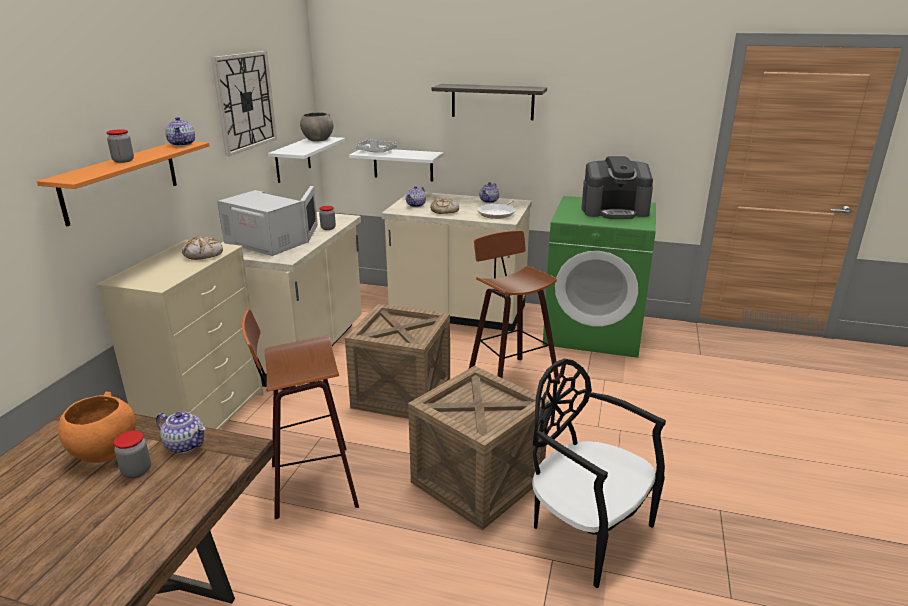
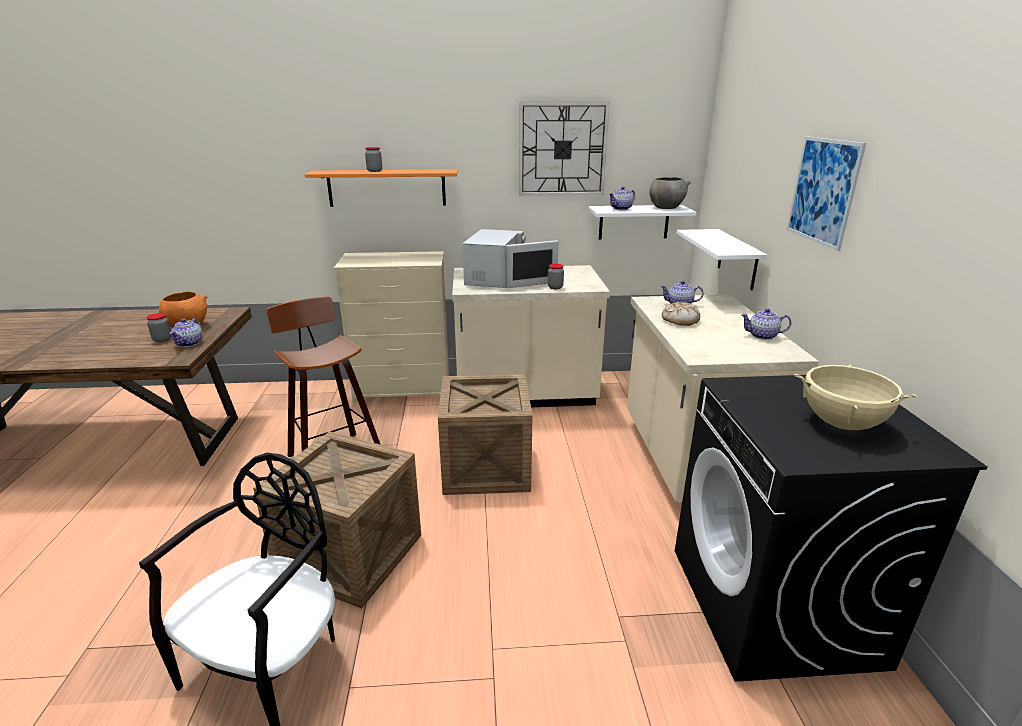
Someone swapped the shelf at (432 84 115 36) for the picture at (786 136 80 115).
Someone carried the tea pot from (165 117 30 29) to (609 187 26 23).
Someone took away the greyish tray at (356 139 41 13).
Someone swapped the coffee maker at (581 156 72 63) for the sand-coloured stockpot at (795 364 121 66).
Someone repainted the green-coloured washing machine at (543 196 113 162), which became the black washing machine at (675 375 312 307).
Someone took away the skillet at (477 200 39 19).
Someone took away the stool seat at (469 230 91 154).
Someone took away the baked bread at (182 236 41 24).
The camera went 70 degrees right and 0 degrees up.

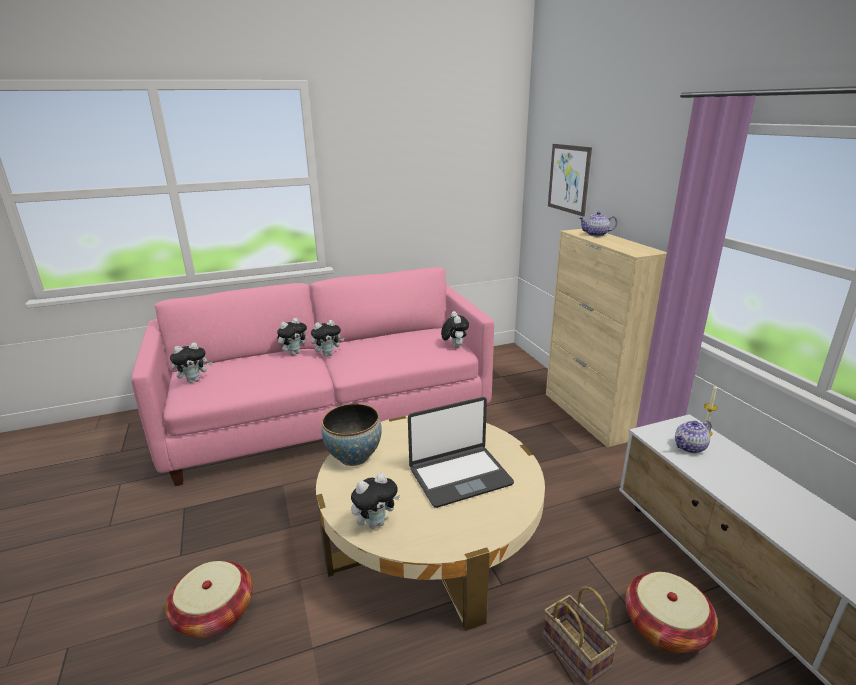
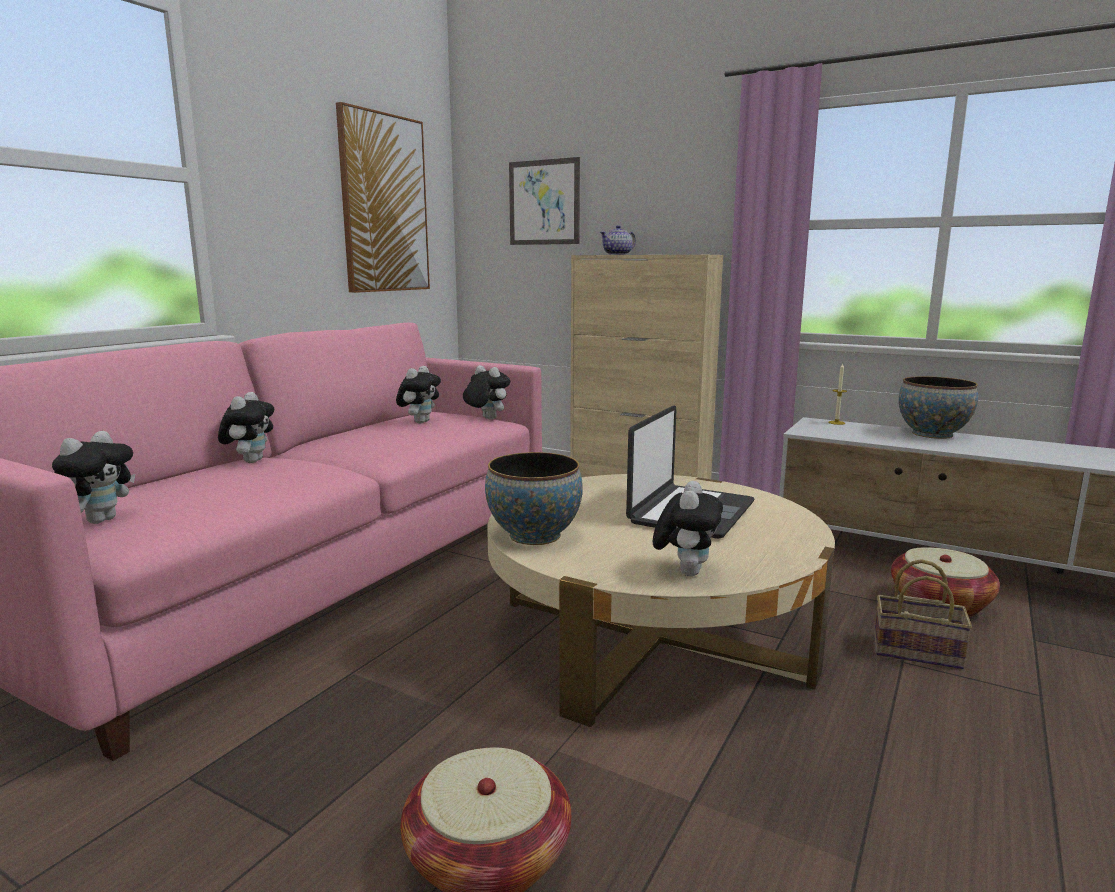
Someone carried the soft toy from (311 320 33 37) to (396 366 45 57).
Someone took away the tea pot at (675 420 36 33).
Someone put up the picture at (336 102 94 191).
Someone put down the deep dish at (899 376 79 63).
The camera went 40 degrees left and 10 degrees down.

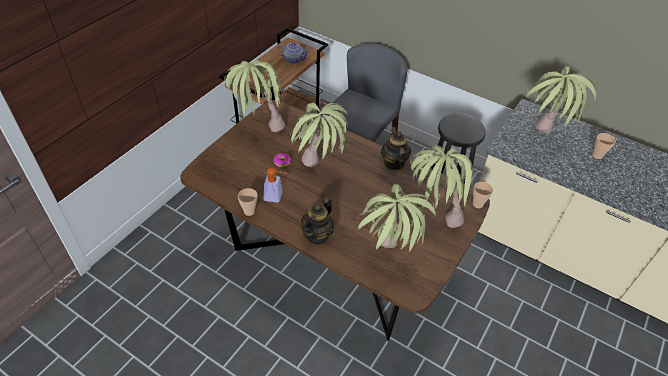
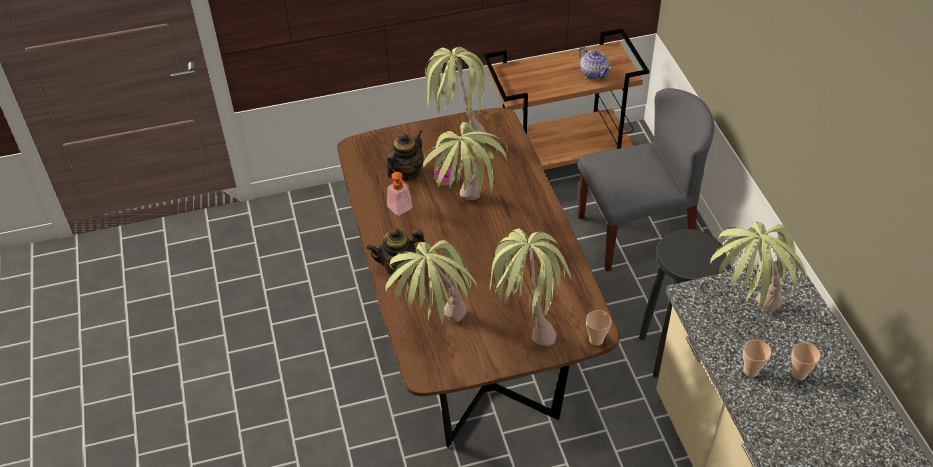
Someone carried the tea pot from (381 127 31 43) to (387 130 37 50).
Someone carried the cup from (238 188 19 28) to (743 340 28 37).
The camera went 45 degrees right and 0 degrees up.

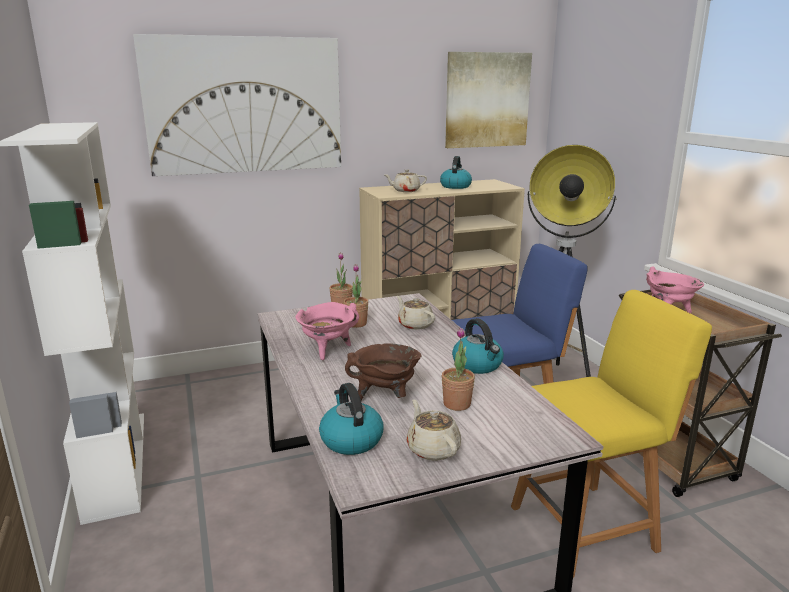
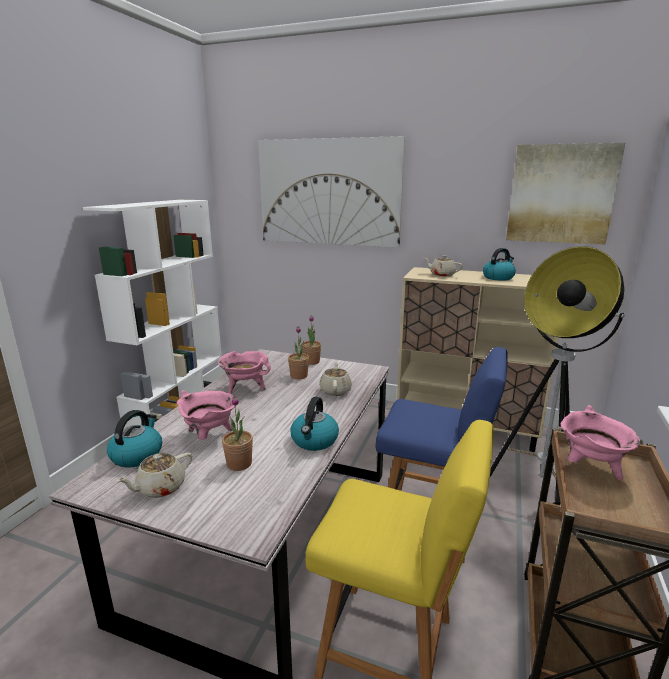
Someone repainted the brown stockpot at (345 343 77 58), which became the pink stockpot at (177 390 58 50).
Someone rotated the sand-coloured tea pot at (407 399 54 62) by 150 degrees counterclockwise.
The camera went 40 degrees right and 0 degrees up.

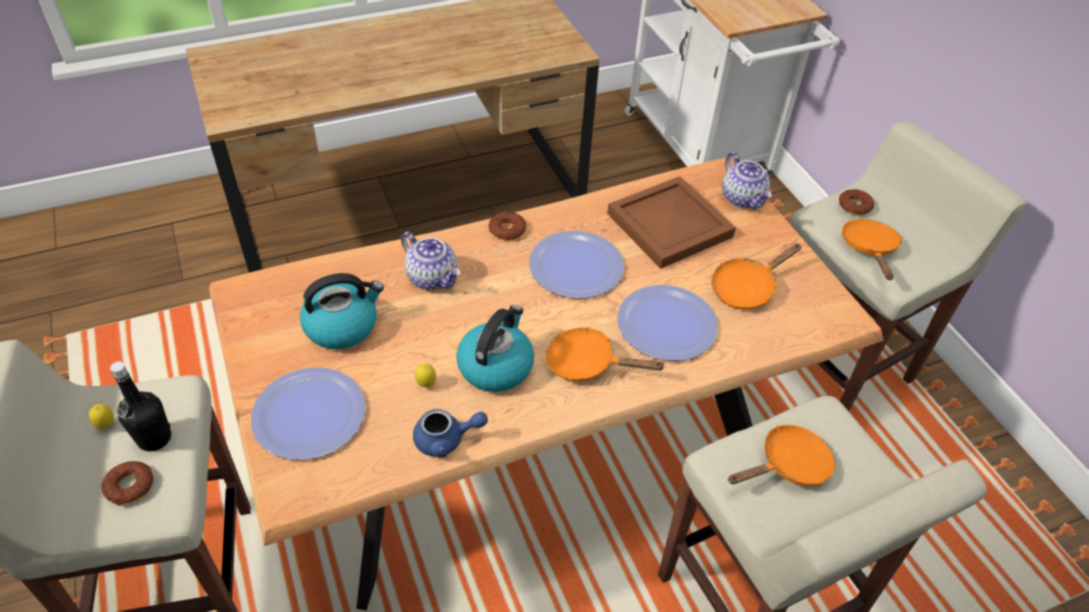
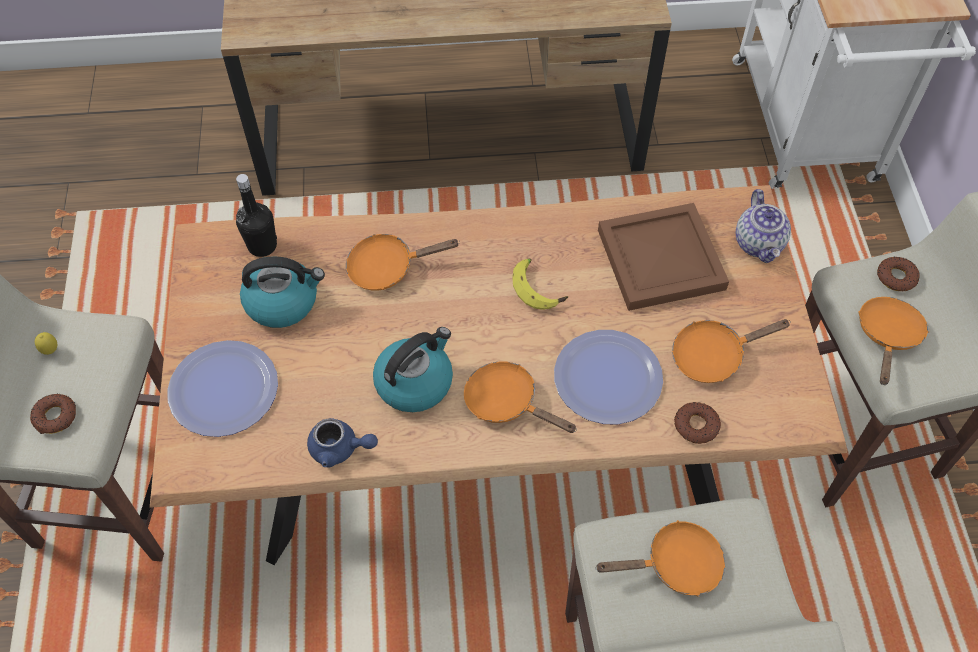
Someone carried the donut from (489 212 37 28) to (674 402 47 42).
Someone swapped the dinner plate at (529 231 95 67) for the banana fruit at (512 259 56 51).
Someone swapped the tea pot at (401 232 60 58) for the orangey skillet at (346 234 114 57).
Someone carried the black beverage bottle from (110 362 61 89) to (236 174 41 83).
Someone took away the whole lemon at (415 364 21 23).
The camera went 20 degrees right and 10 degrees up.

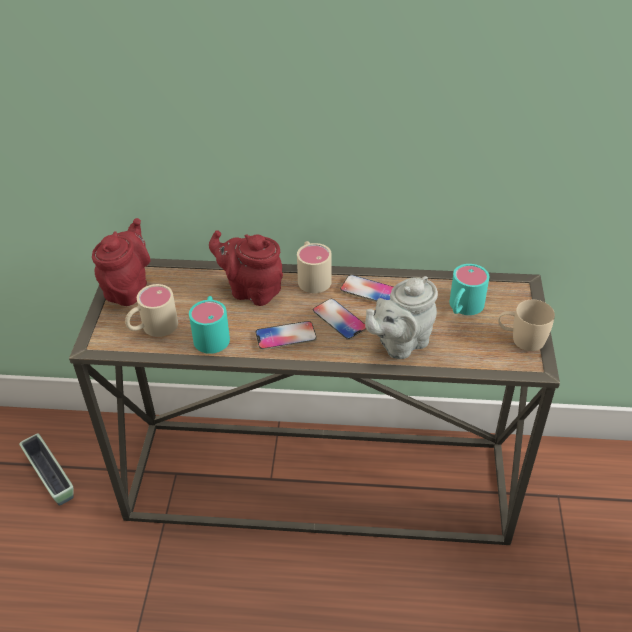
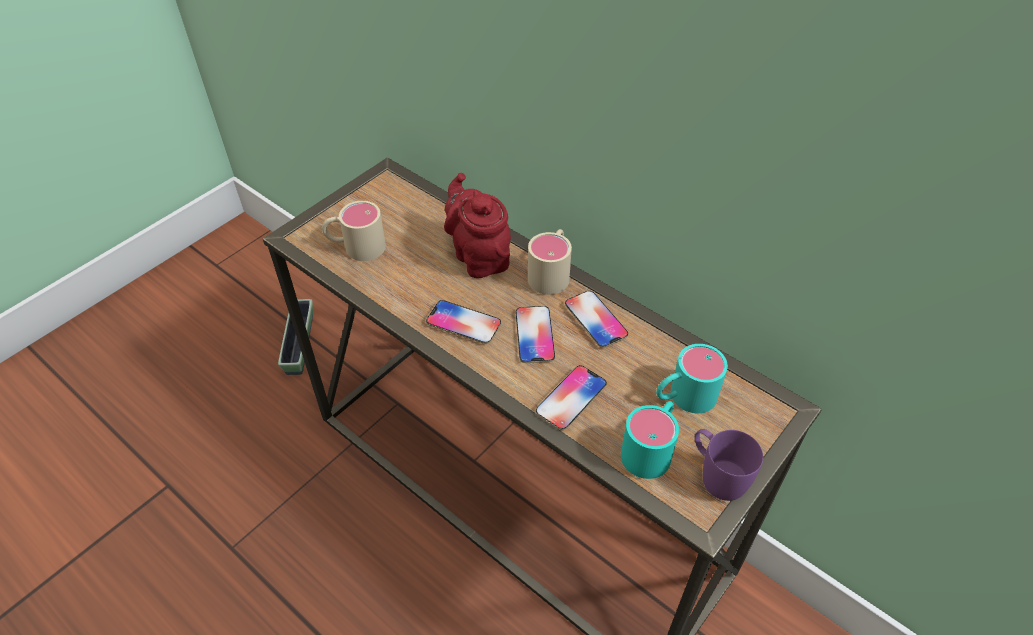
Someone took away the red tea pot at (92 218 59 88).
Someone swapped the greyish tea pot at (365 276 73 83) for the handset at (536 365 71 65).
Someone carried the turquoise coffee mug from (189 296 41 58) to (621 401 58 78).
Someone repainted the sand-coloured coffee mug at (498 300 57 51), which became the purple-coloured coffee mug at (695 429 68 72).
The camera went 35 degrees right and 5 degrees up.

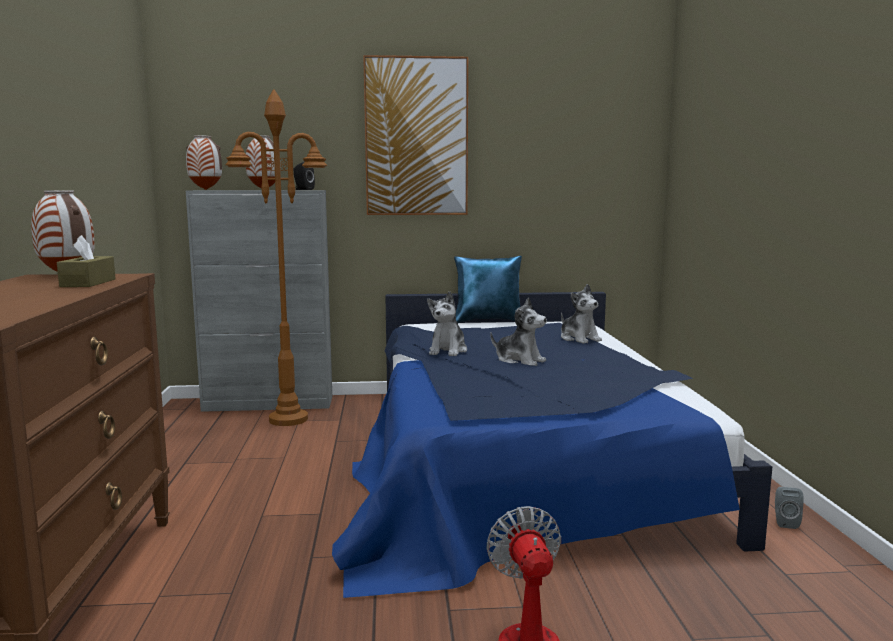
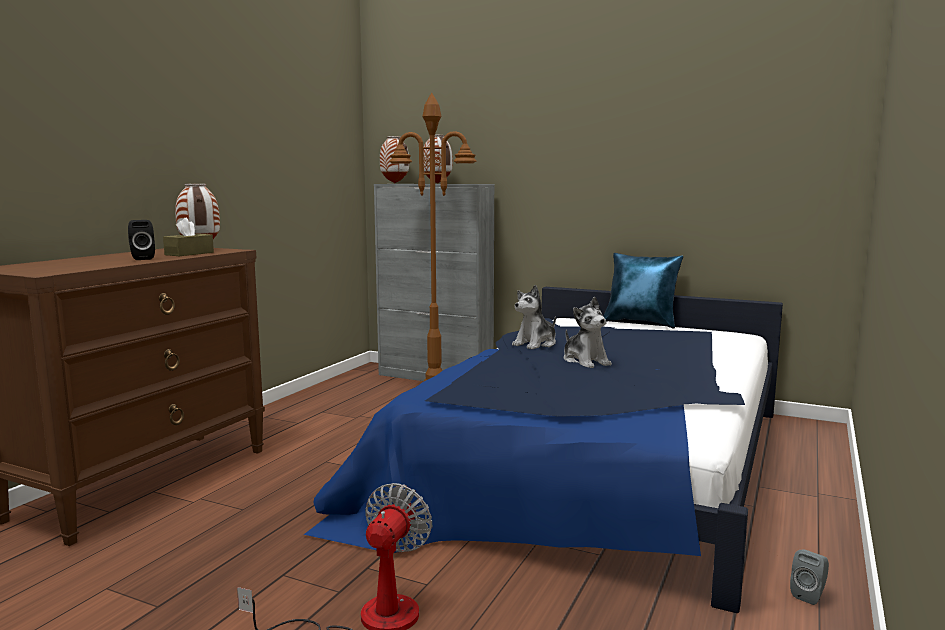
Someone took away the picture at (363 55 105 160).
Someone carried the black audio speaker from (293 162 22 28) to (128 220 27 40).
Someone took away the soft toy at (561 284 41 60).
The camera went 30 degrees right and 0 degrees up.

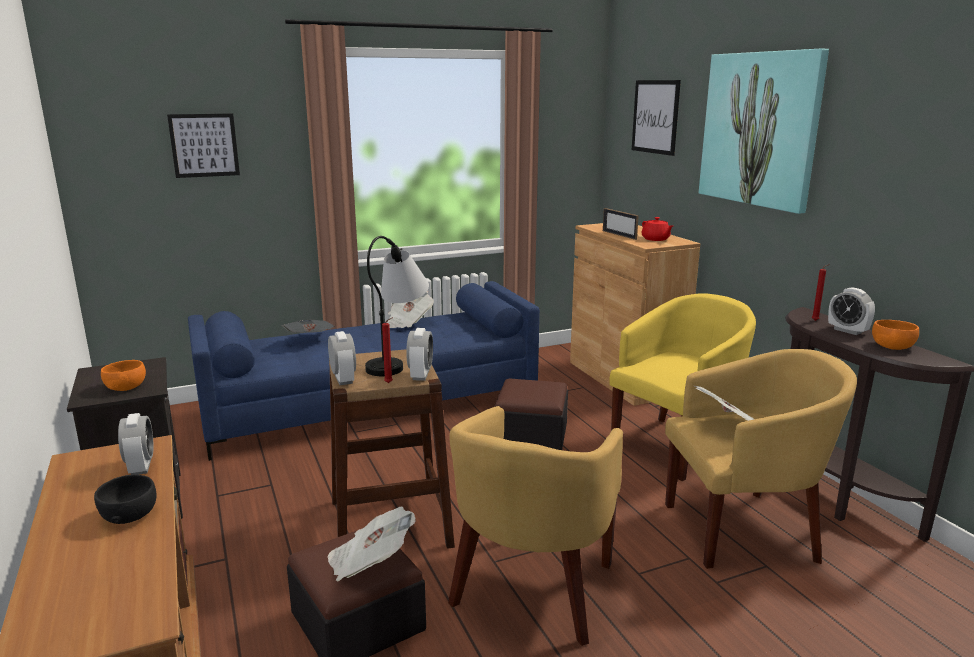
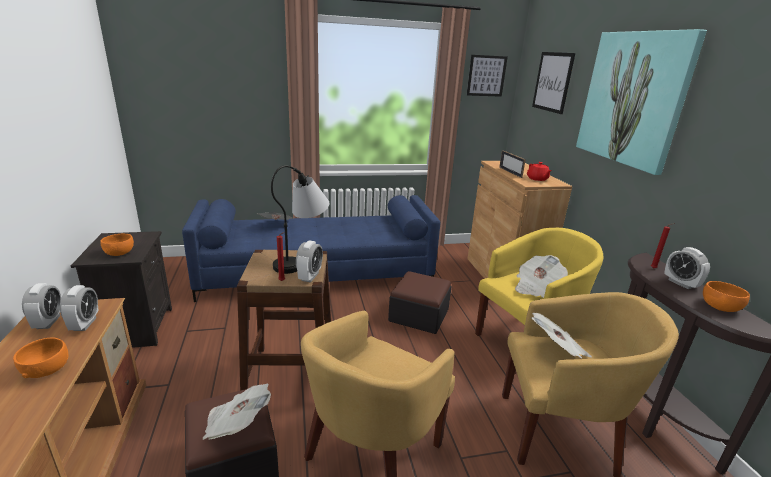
Someone carried the picture from (167 113 73 65) to (467 55 41 42).
Someone carried the newspaper from (387 291 47 37) to (515 255 53 43).
Someone carried the bedside clock from (328 331 28 54) to (22 283 39 46).
Someone repainted the black deep dish at (94 474 62 50), which became the orangey deep dish at (13 338 56 40).
The camera went 10 degrees right and 5 degrees up.

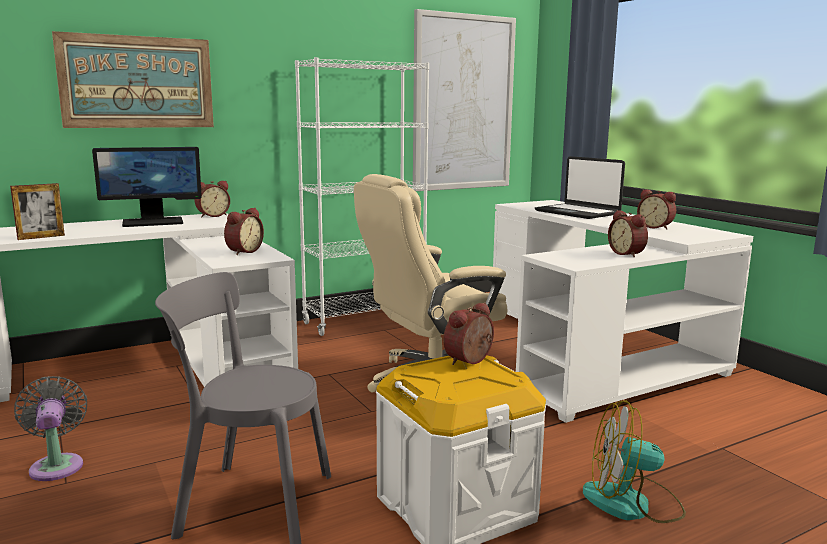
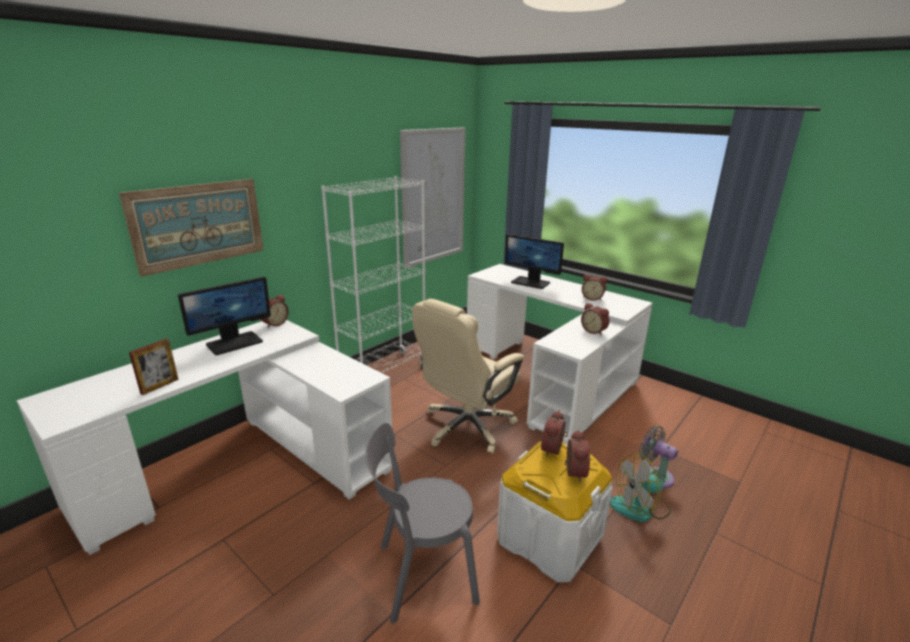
Someone swapped the notebook computer at (535 156 90 63) for the computer screen at (505 234 59 55).
Someone carried the bedside clock from (224 208 40 47) to (565 430 25 52).
Someone carried the greyish fan from (14 376 73 105) to (639 426 39 62).
The camera went 20 degrees left and 10 degrees up.

